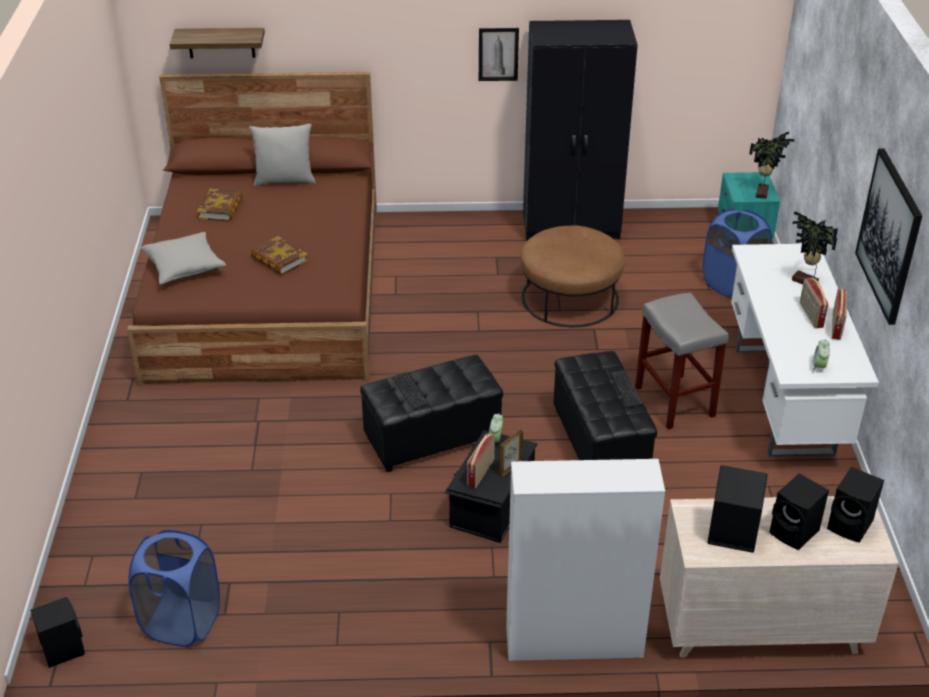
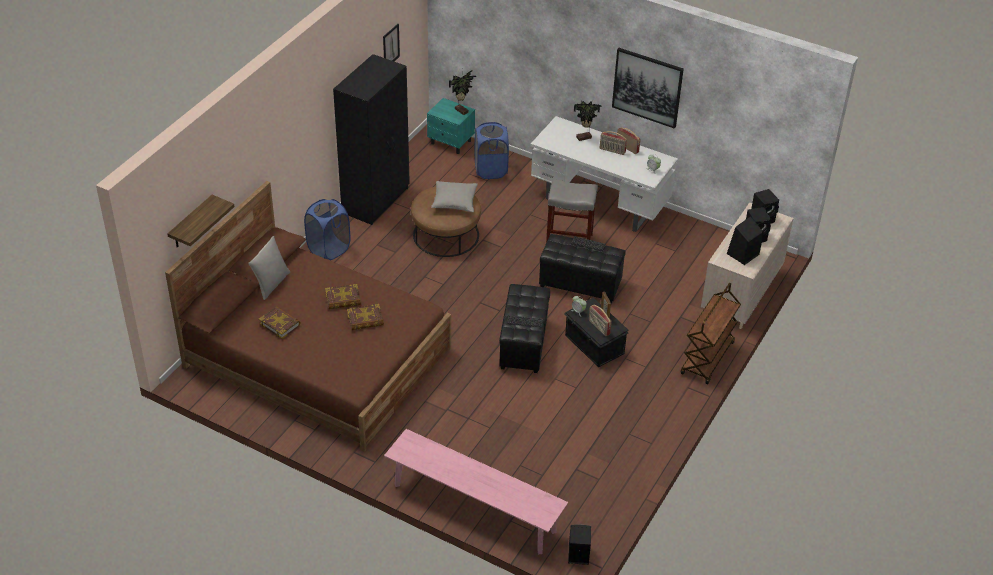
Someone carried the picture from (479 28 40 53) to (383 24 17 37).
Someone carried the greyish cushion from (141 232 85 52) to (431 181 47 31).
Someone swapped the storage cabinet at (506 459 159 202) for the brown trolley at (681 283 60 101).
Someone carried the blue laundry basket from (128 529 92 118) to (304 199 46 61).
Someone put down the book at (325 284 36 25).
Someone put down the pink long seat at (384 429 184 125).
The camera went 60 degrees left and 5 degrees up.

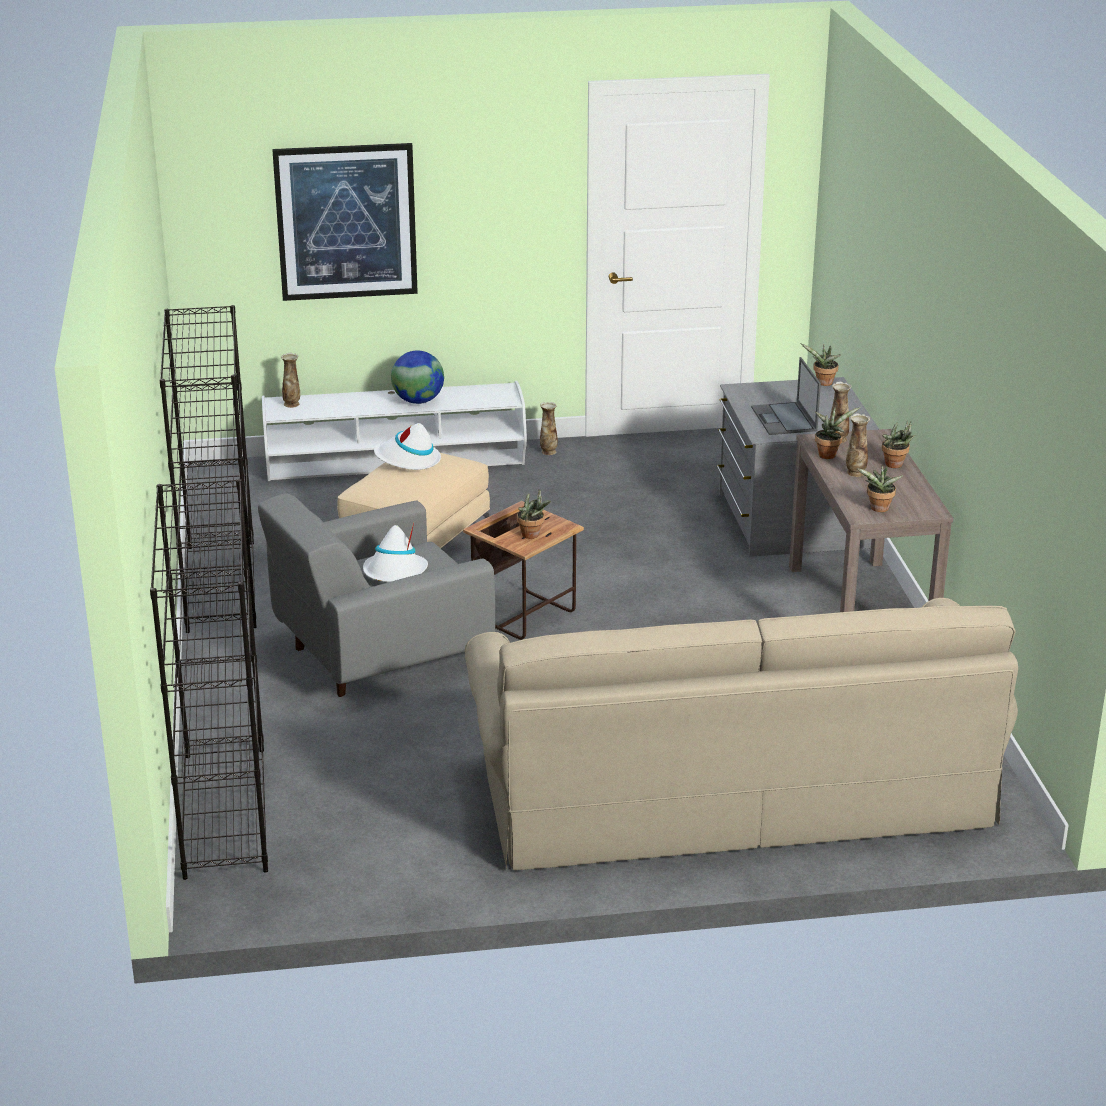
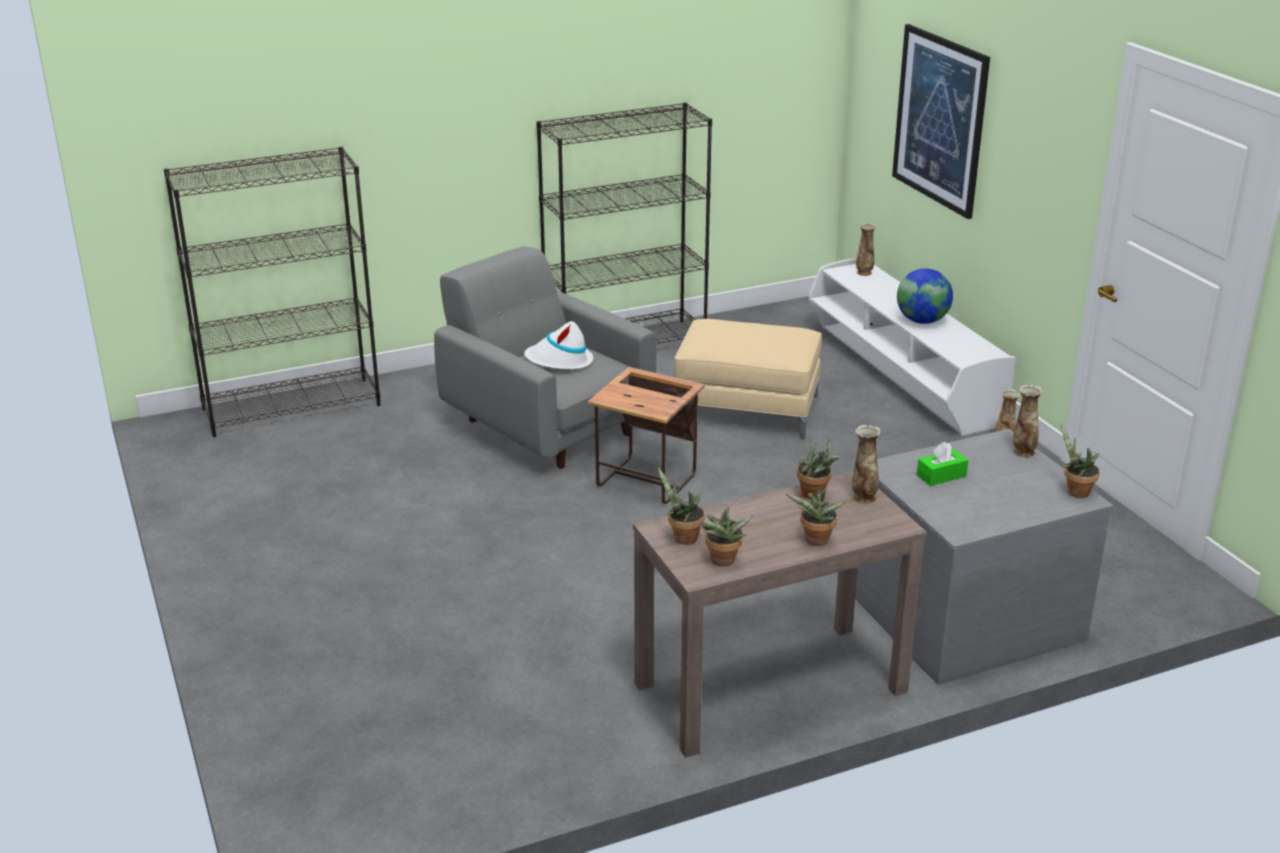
Someone swapped the notebook computer at (751 357 70 78) for the green-coloured tissue box at (917 442 51 44).
Someone carried the flower vase from (846 413 24 64) to (1013 385 30 72).
Someone took away the whitish hat at (374 423 67 47).
Someone carried the plant in a pot from (517 490 34 49) to (701 507 52 60).
Someone took away the sand-coloured settee at (465 598 553 272).
The camera went 75 degrees right and 0 degrees up.

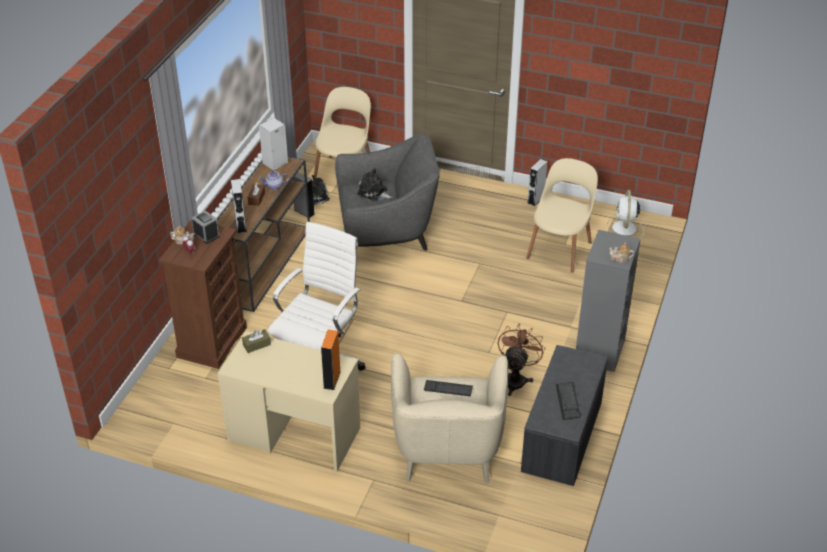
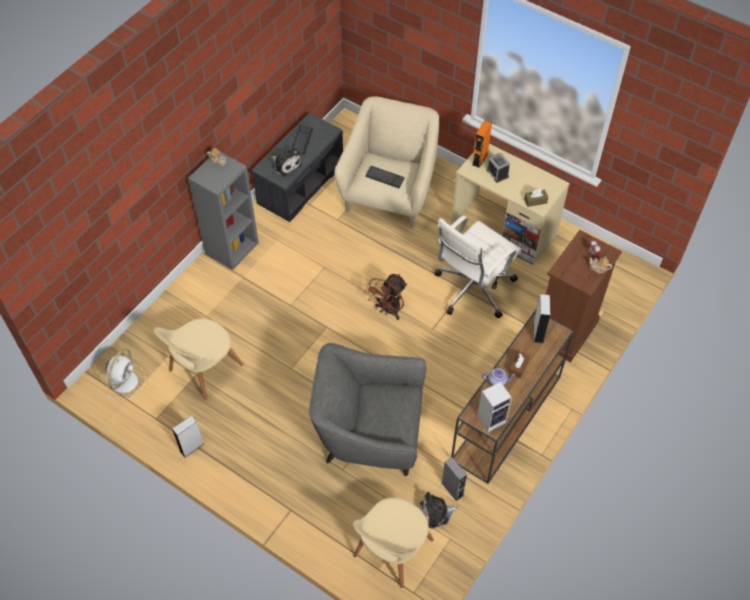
Someone carried the soft toy from (357 168 36 33) to (270 148 32 29).
Someone carried the bedside clock from (191 211 29 33) to (486 153 24 29).
Someone carried the brown fan from (497 323 48 73) to (364 274 43 46).
The camera went 165 degrees left and 15 degrees up.

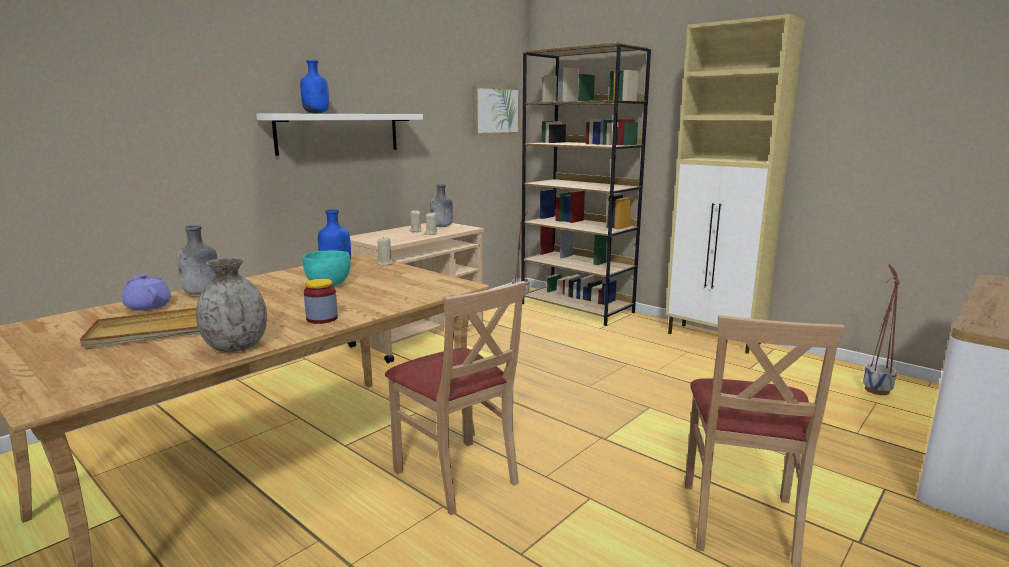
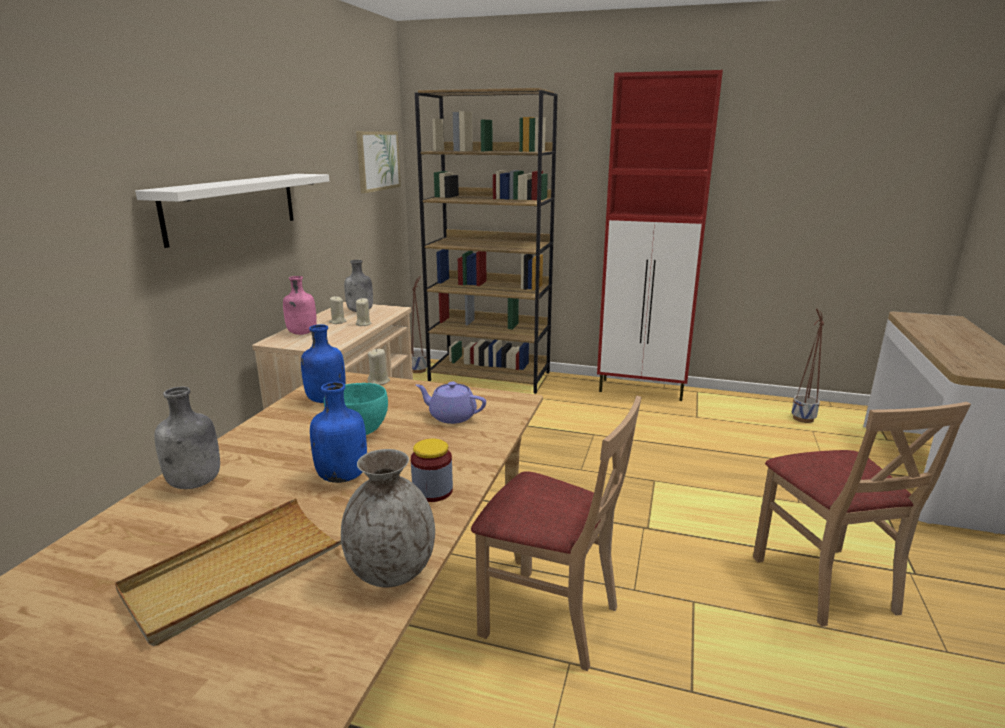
Someone repainted the sand-coloured storage cabinet at (666 14 139 340), which became the red storage cabinet at (597 70 126 331).
Someone carried the blue beverage bottle from (300 60 29 53) to (310 382 57 101).
Someone carried the purple-coloured tea pot from (122 274 49 37) to (416 382 70 42).
Someone put down the pink beverage bottle at (283 276 34 59).
The camera went 25 degrees left and 5 degrees up.

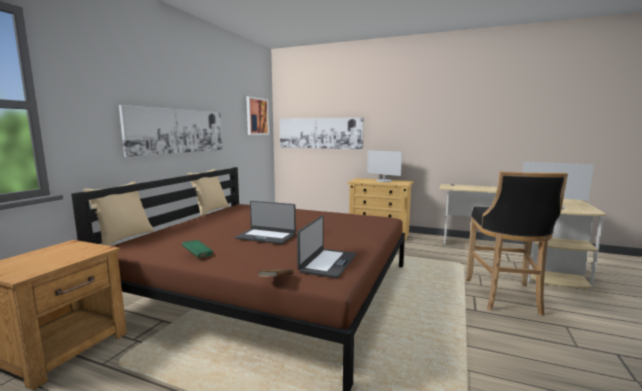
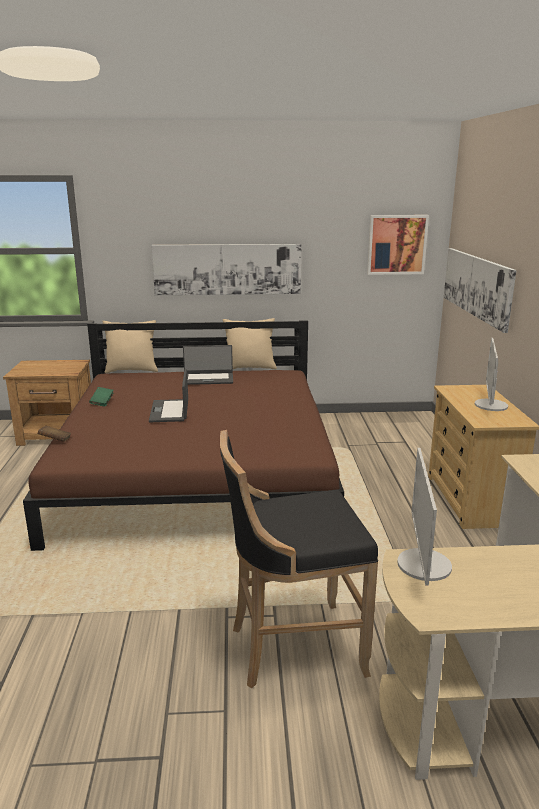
Someone carried the notebook computer from (297 216 59 62) to (183 345 50 40).
The camera went 65 degrees right and 10 degrees up.

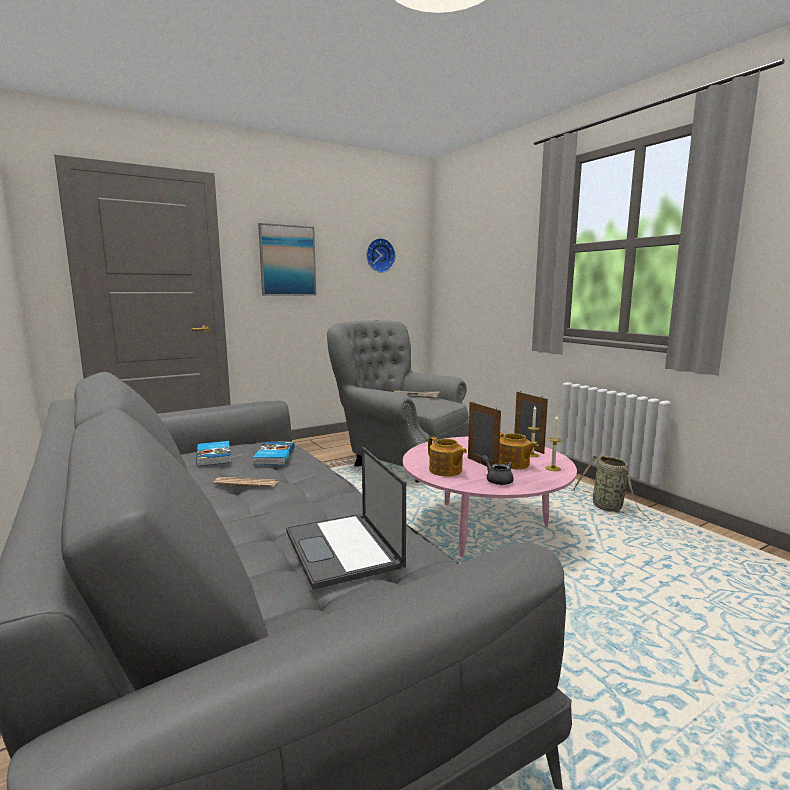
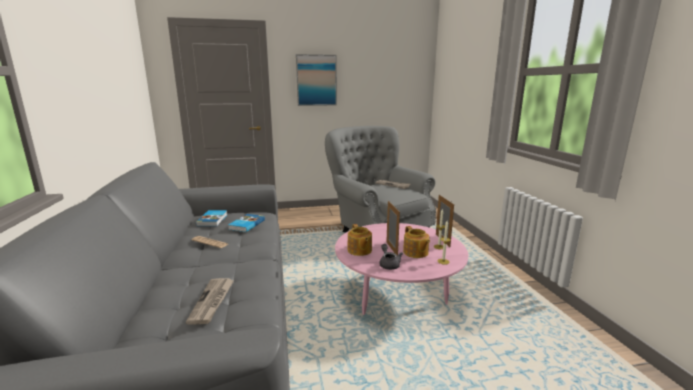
Someone took away the hanging clock at (366 238 29 35).
Someone swapped the notebook computer at (286 447 120 143) for the newspaper at (186 278 48 47).
Someone took away the storage basket at (572 454 79 67).
The camera went 20 degrees right and 5 degrees up.

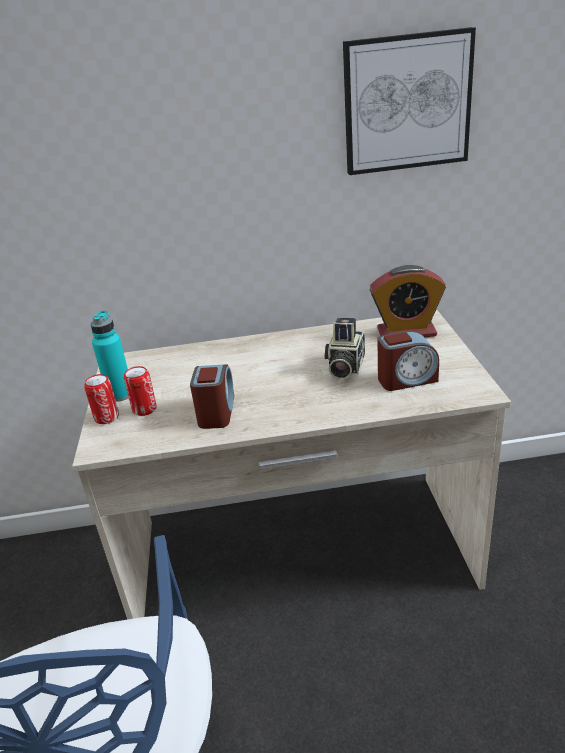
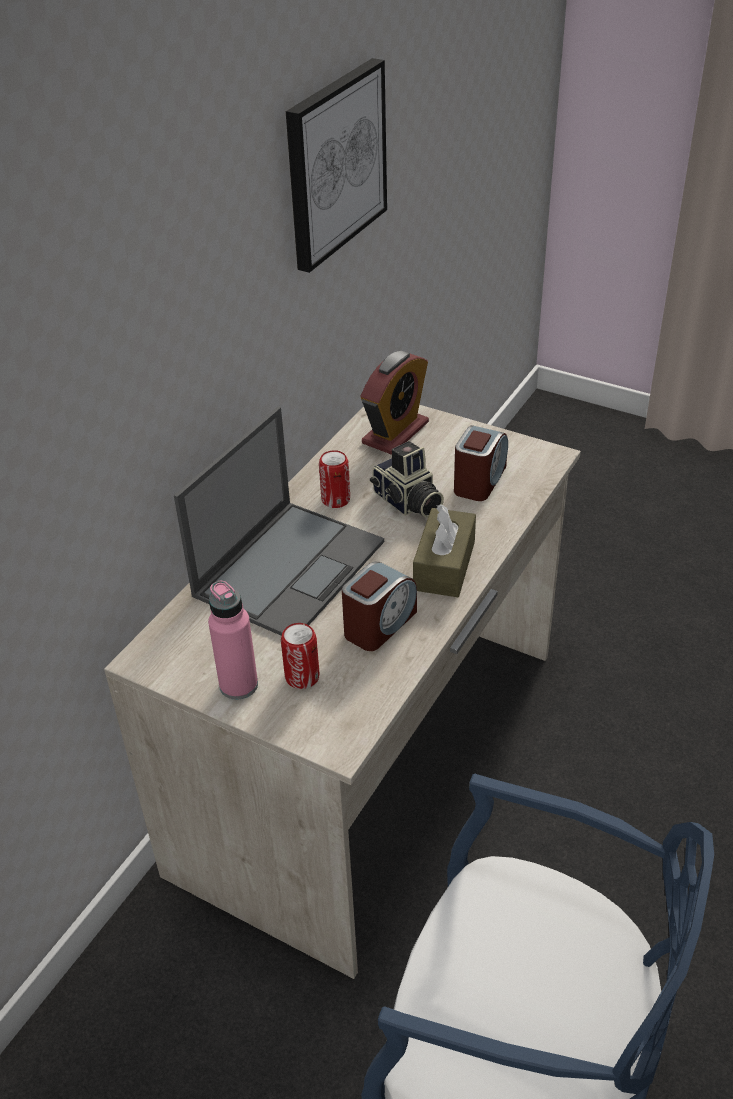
Someone repainted the turquoise beverage bottle at (91 310 38 92), which became the pink beverage bottle at (208 581 50 119).
Someone rotated the bedside clock at (190 364 44 65) by 90 degrees clockwise.
Someone carried the can from (84 374 35 50) to (319 450 31 58).
Someone put down the notebook computer at (174 407 210 229).
Someone put down the brown tissue box at (413 504 63 93).
The camera went 55 degrees left and 10 degrees up.

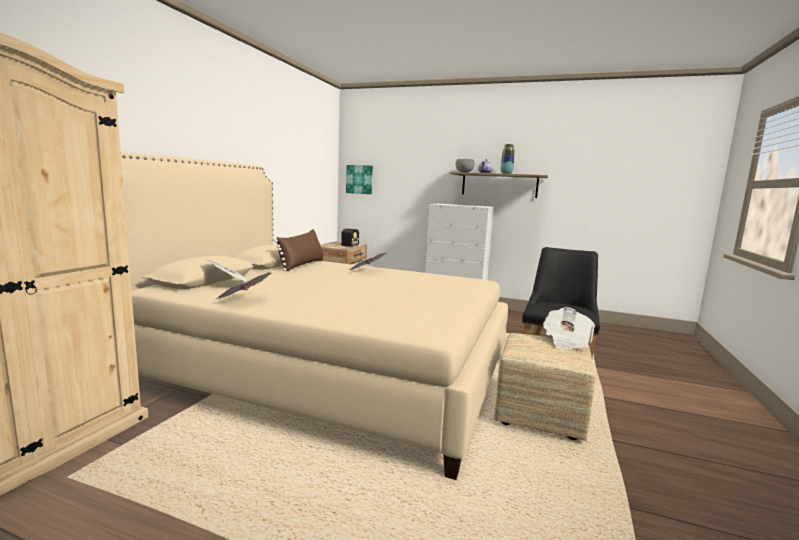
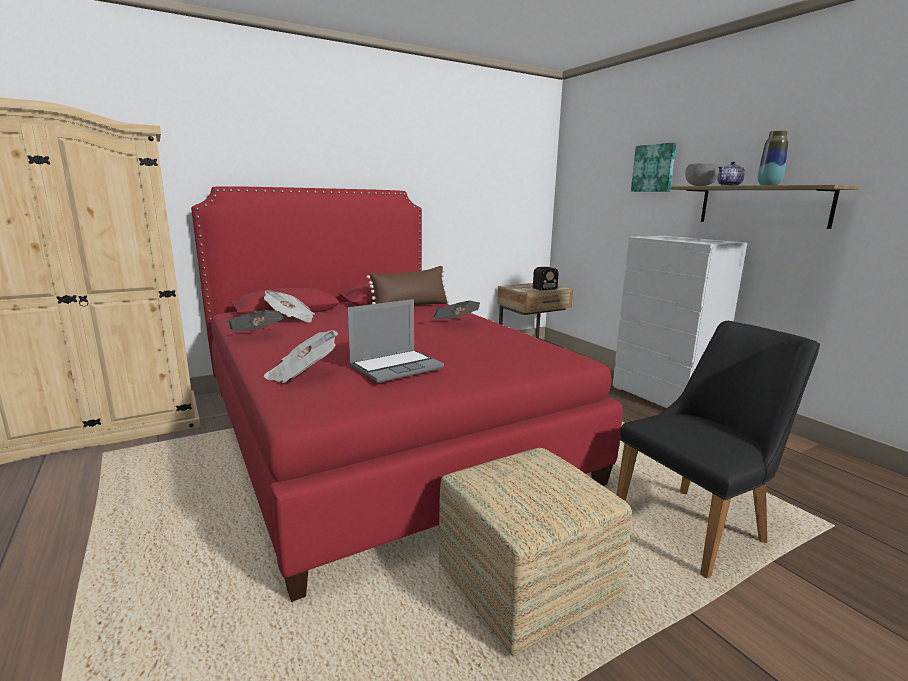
Someone repainted the sand-coloured bed at (121 152 387 328), which became the red bed at (191 186 432 416).
Someone carried the picture from (346 165 27 29) to (631 142 45 50).
Someone carried the newspaper from (543 307 52 43) to (264 330 74 53).
Someone put down the notebook computer at (347 299 97 84).
The camera went 40 degrees right and 5 degrees up.

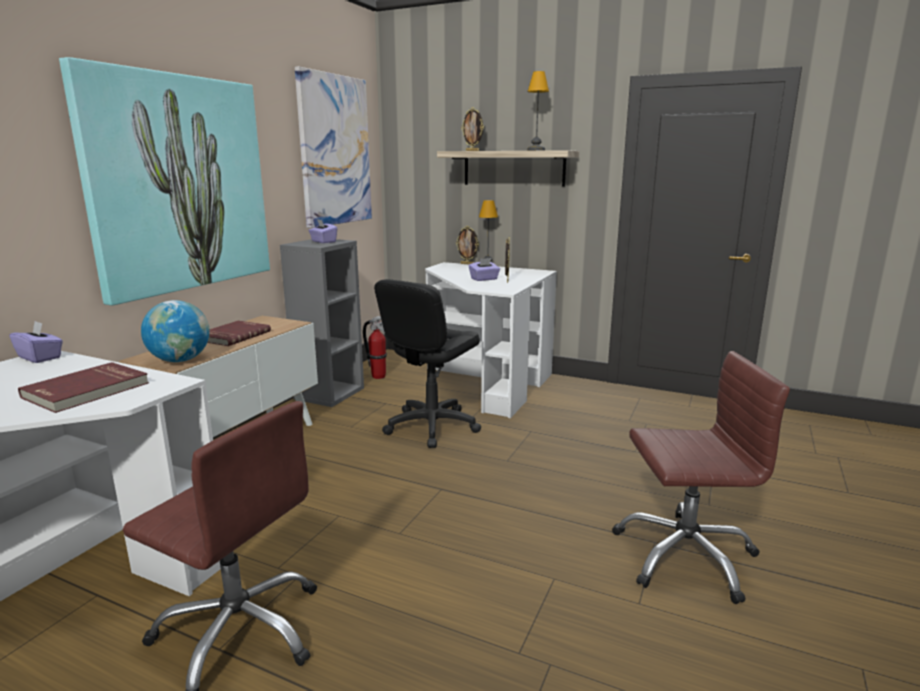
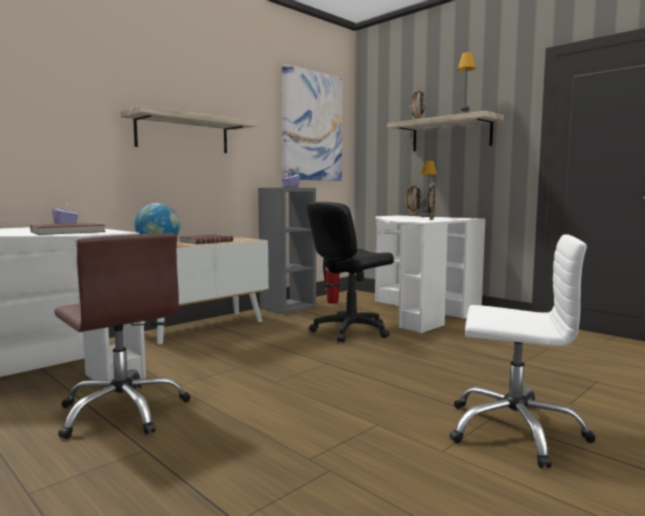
Someone swapped the picture at (59 57 211 249) for the shelf at (121 106 136 47).
Someone took away the purple-coloured tissue box at (469 258 31 23).
Someone repainted the brown desk chair at (612 351 178 253), which became the whitish desk chair at (450 234 146 234).
The camera went 20 degrees right and 10 degrees down.

